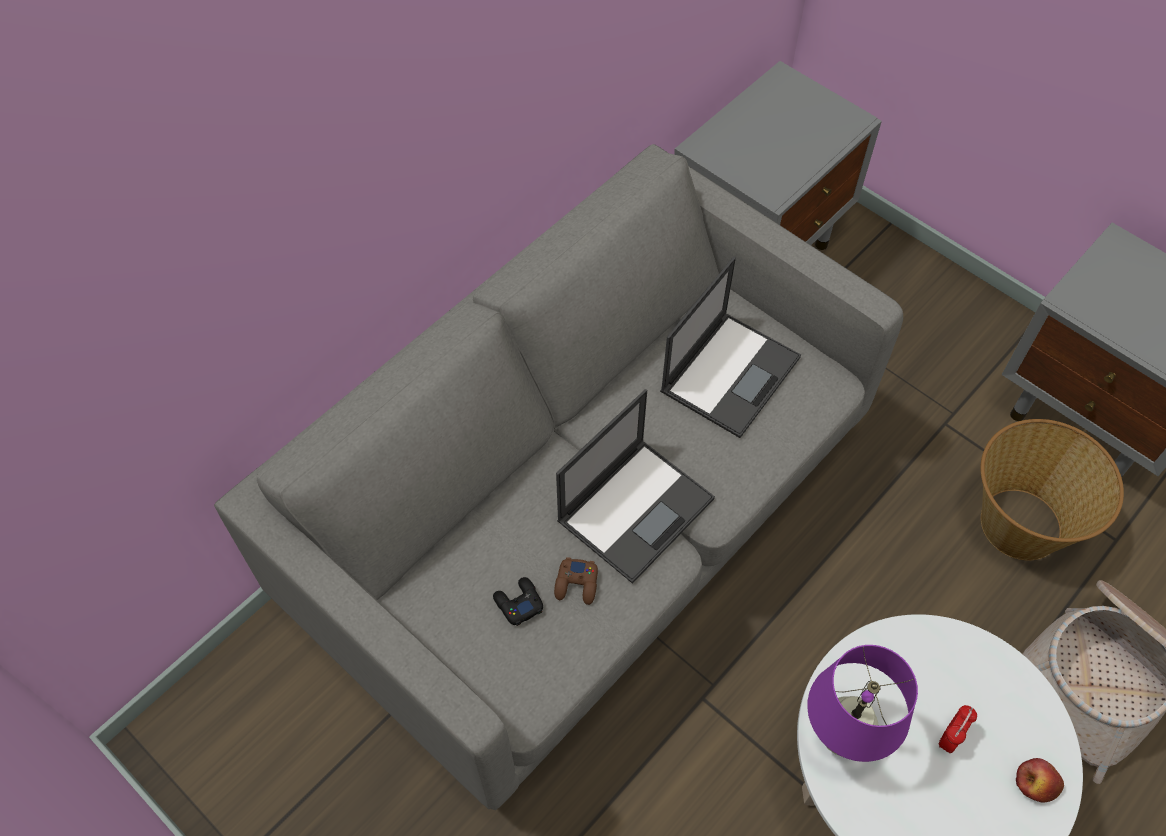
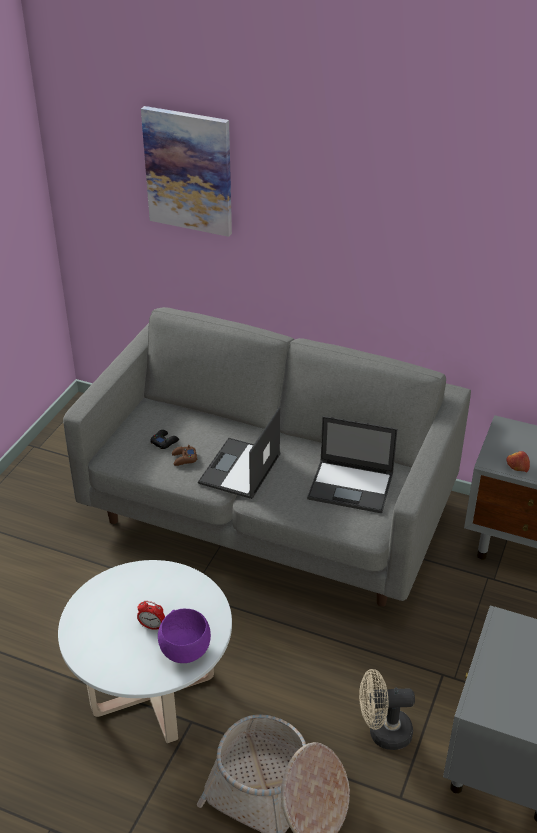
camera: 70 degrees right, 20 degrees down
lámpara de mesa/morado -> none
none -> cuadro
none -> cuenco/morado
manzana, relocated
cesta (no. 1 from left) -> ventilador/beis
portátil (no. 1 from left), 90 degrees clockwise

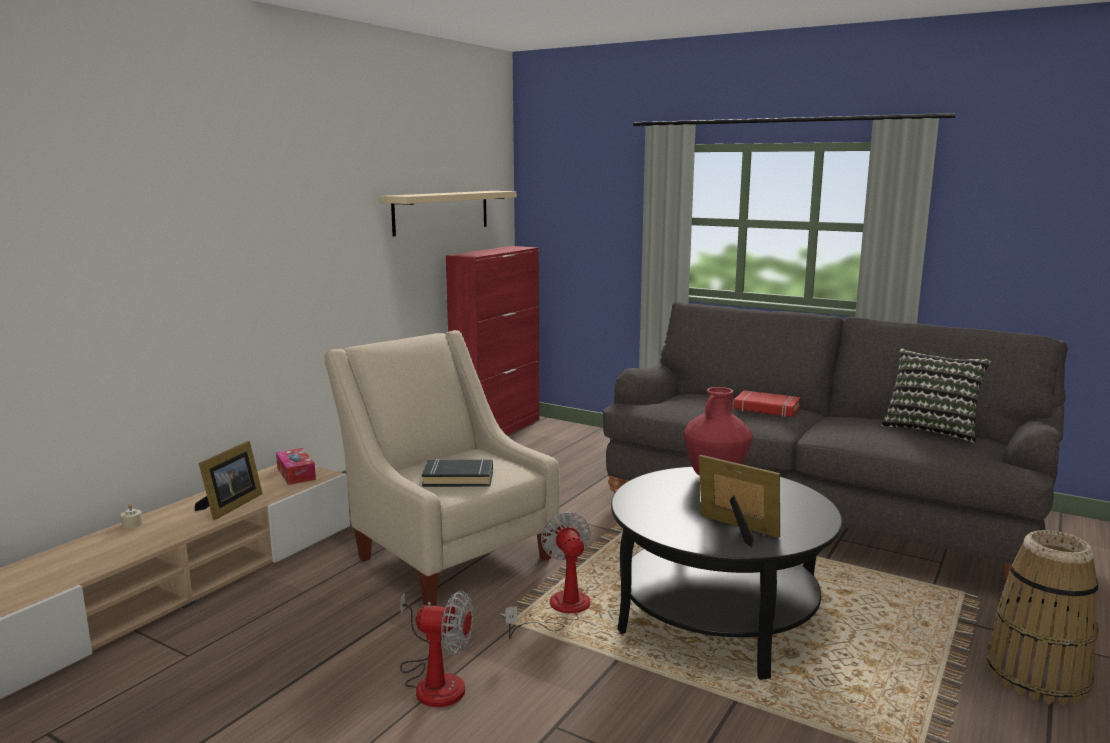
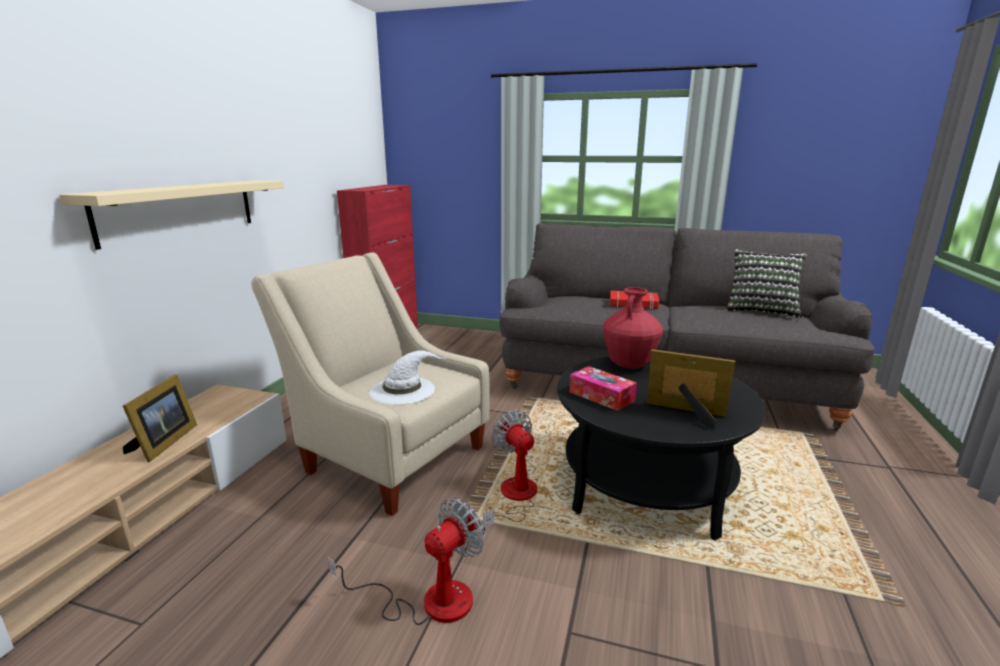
camera: 15 degrees left, 5 degrees up
vela/beis -> none
cesta -> none
caja de pañuelos, relocated
estante/beis, relocated
libro/negro -> sombrero/blanco
ventilador (no. 1 from left), 45 degrees counterclockwise

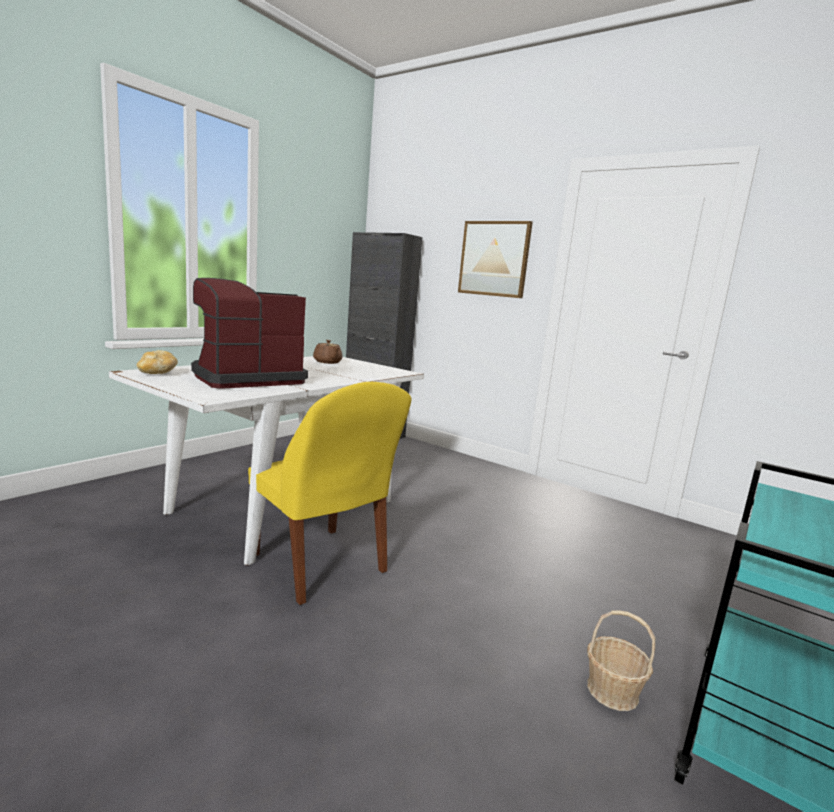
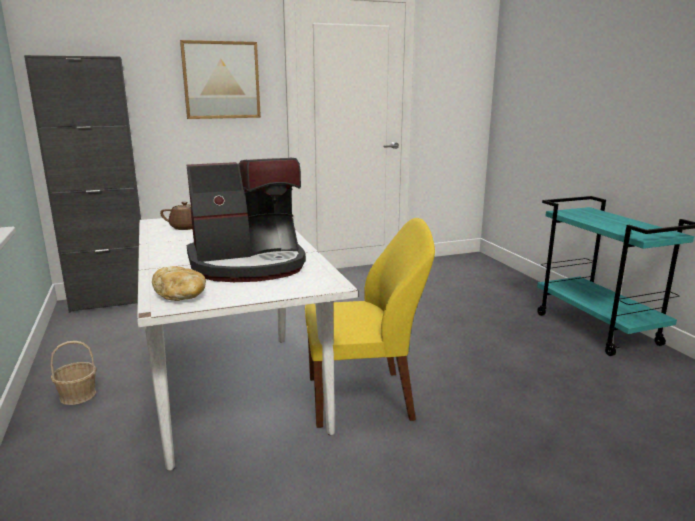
camera: 55 degrees left, 5 degrees up
cesta, relocated
cafetera, 105 degrees counterclockwise

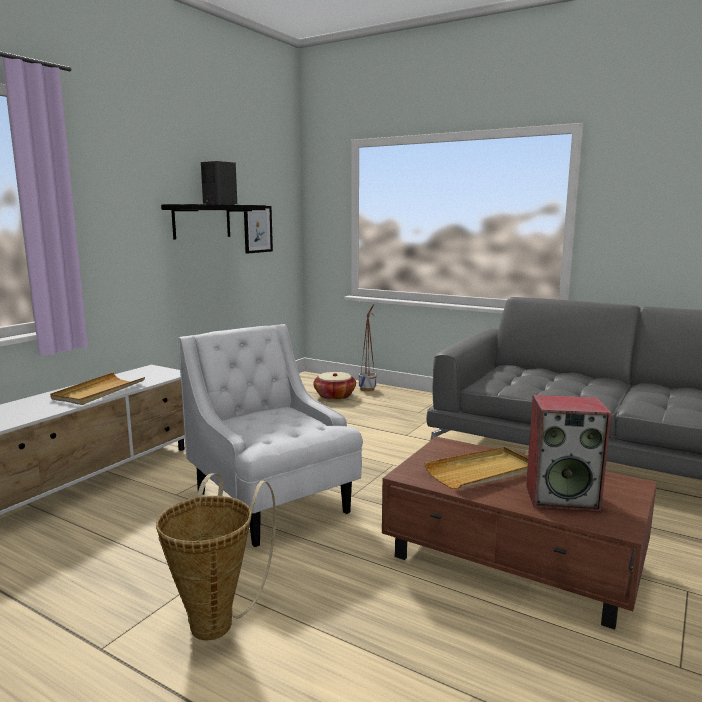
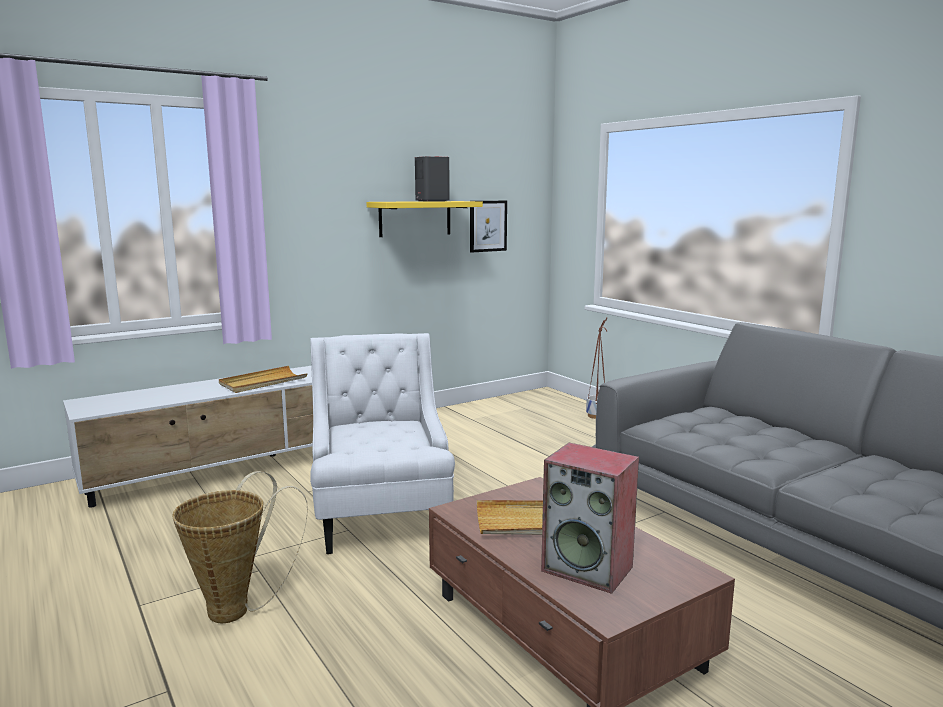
camera: 25 degrees right, 0 degrees up
cesta (no. 2 from left) -> none
estante/negro -> estante/amarillo

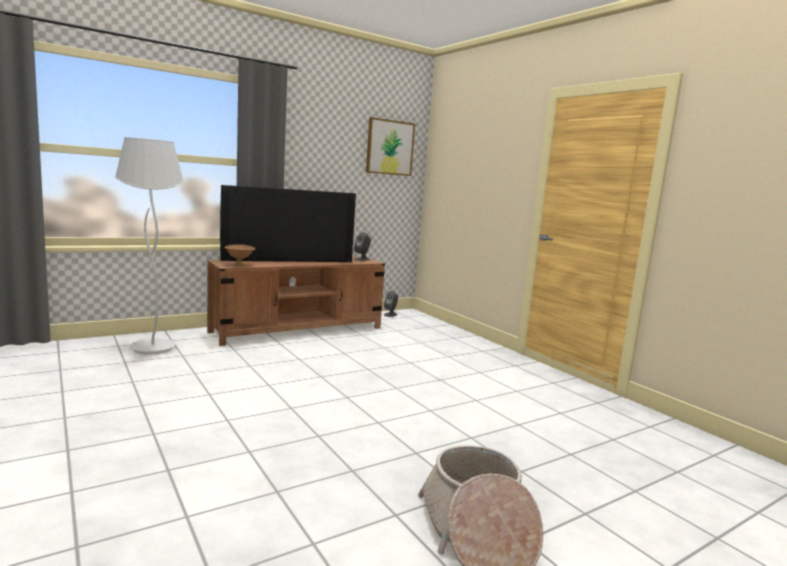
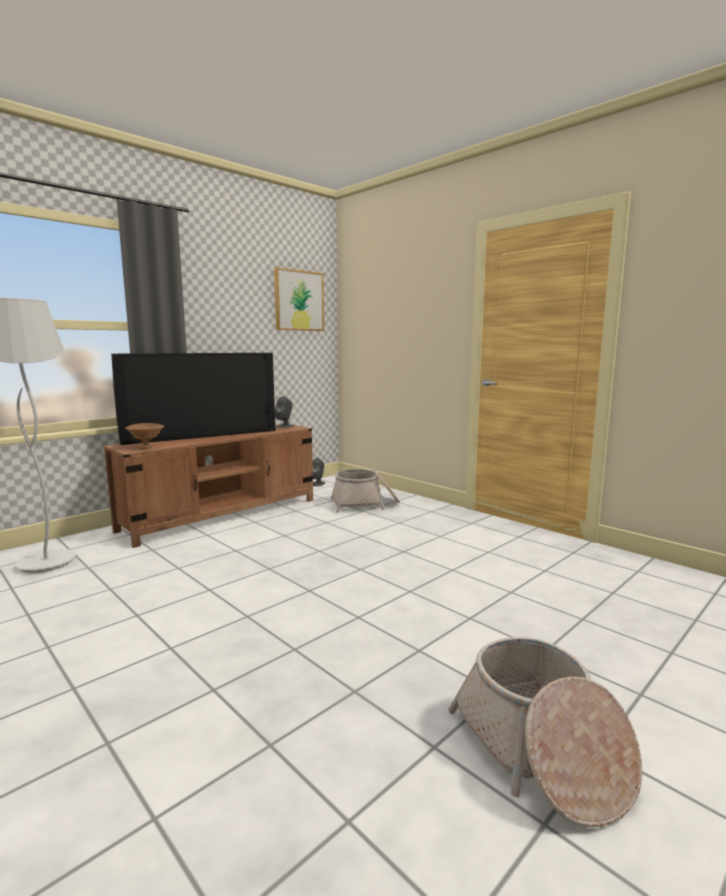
camera: 10 degrees left, 0 degrees up
none -> cesta (no. 1 from left)

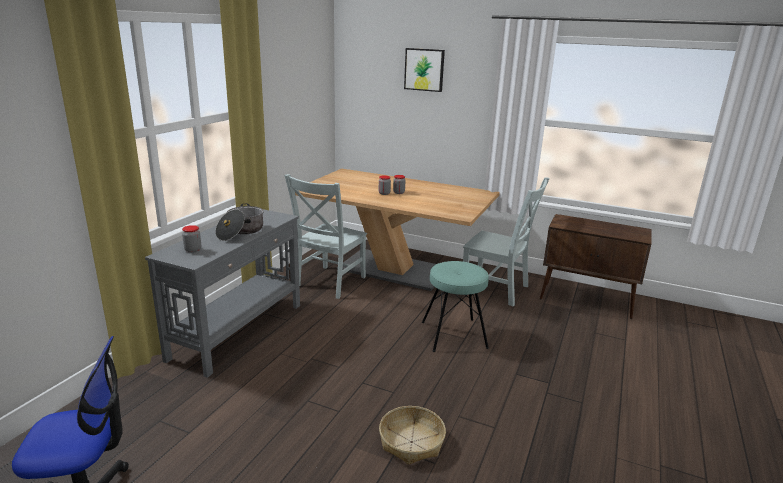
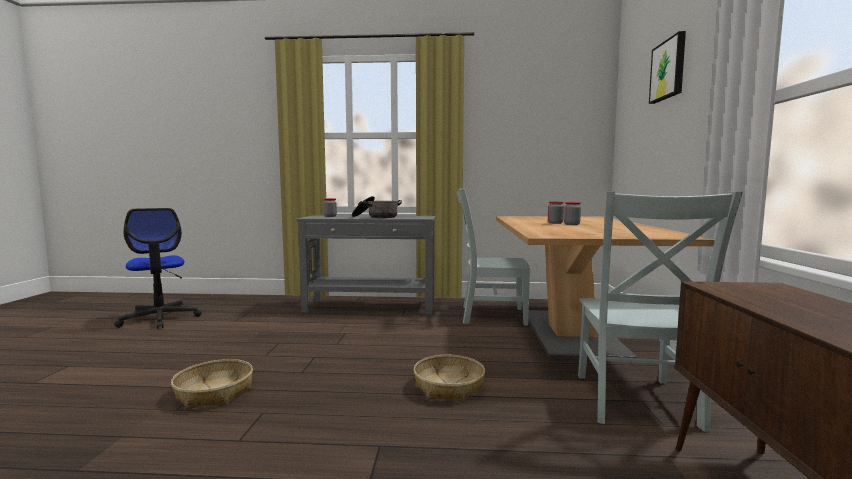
camera: 70 degrees right, 15 degrees down
taburete/turquesa -> cesta (no. 2 from left)

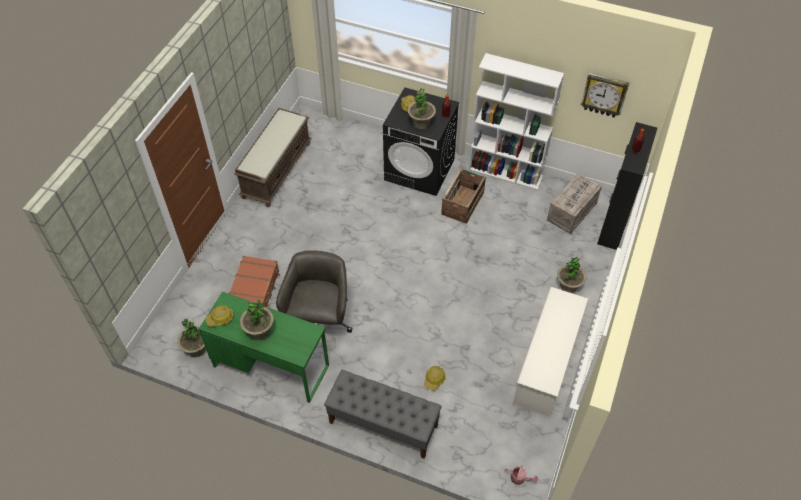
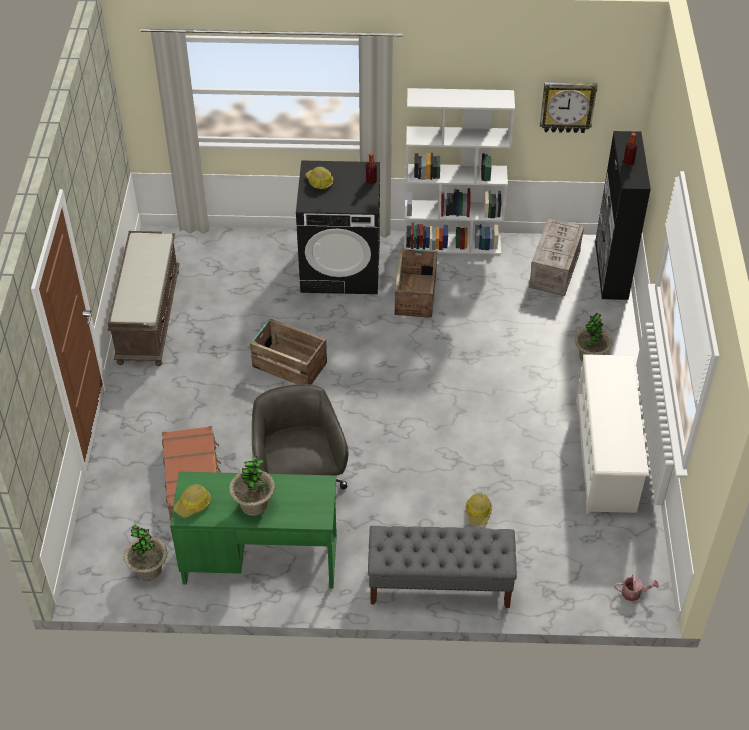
camera: 20 degrees left, 5 degrees down
planta en maceta (no. 3 from left) -> none
none -> caja de embalaje (no. 1 from left)

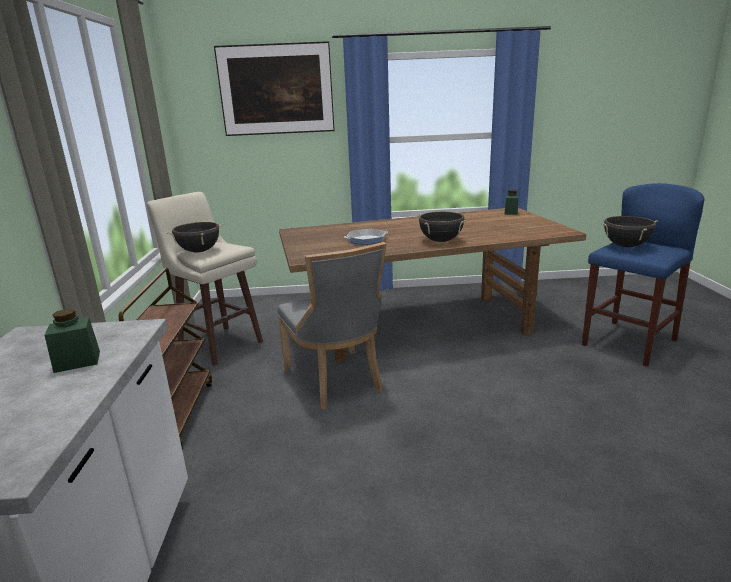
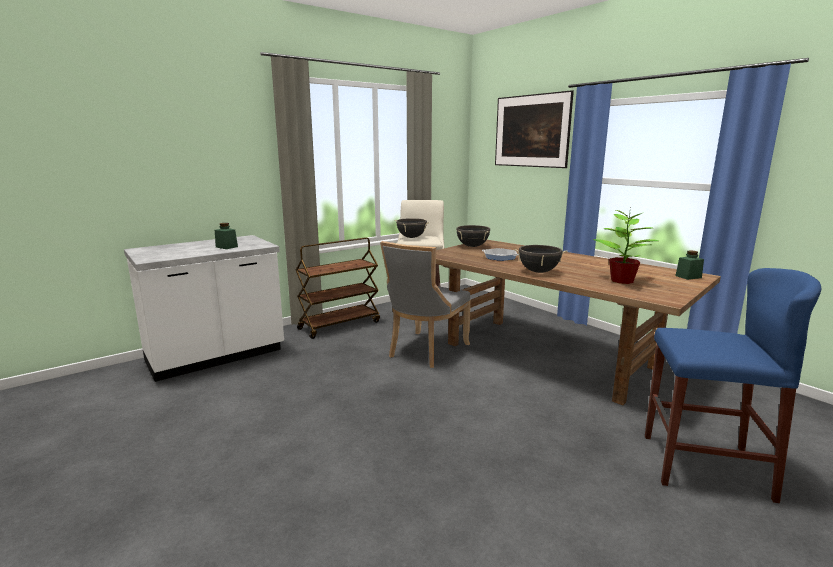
camera: 55 degrees right, 5 degrees down
none -> planta en maceta
olla/negro (no. 3 from left in the first image) -> olla/negro (no. 2 from left), relocated

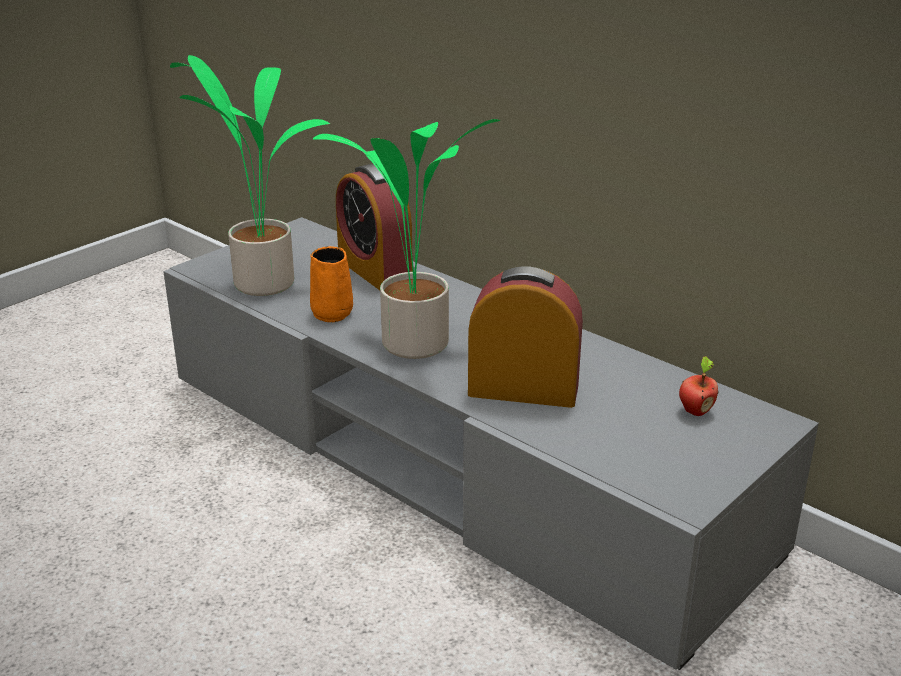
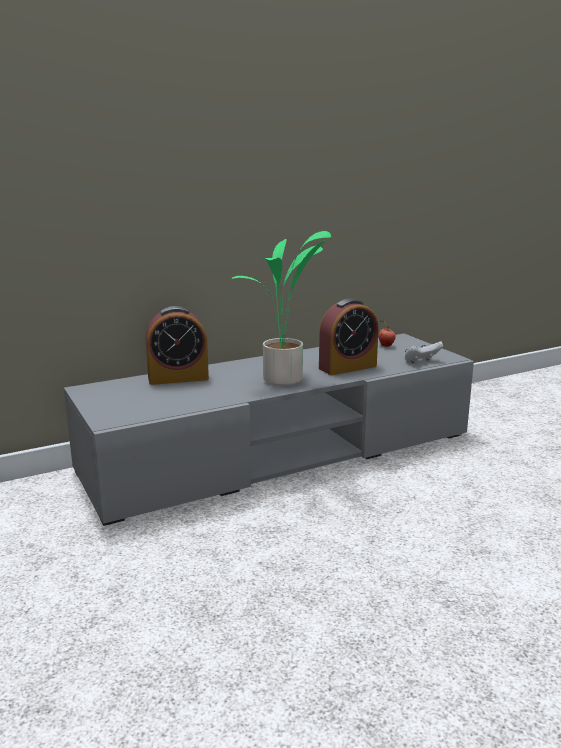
camera: 70 degrees left, 10 degrees down
planta en maceta (no. 1 from left) -> none
taza grande/naranja -> none
none -> mando de consola/blanco
despertador (no. 2 from left), 150 degrees counterclockwise

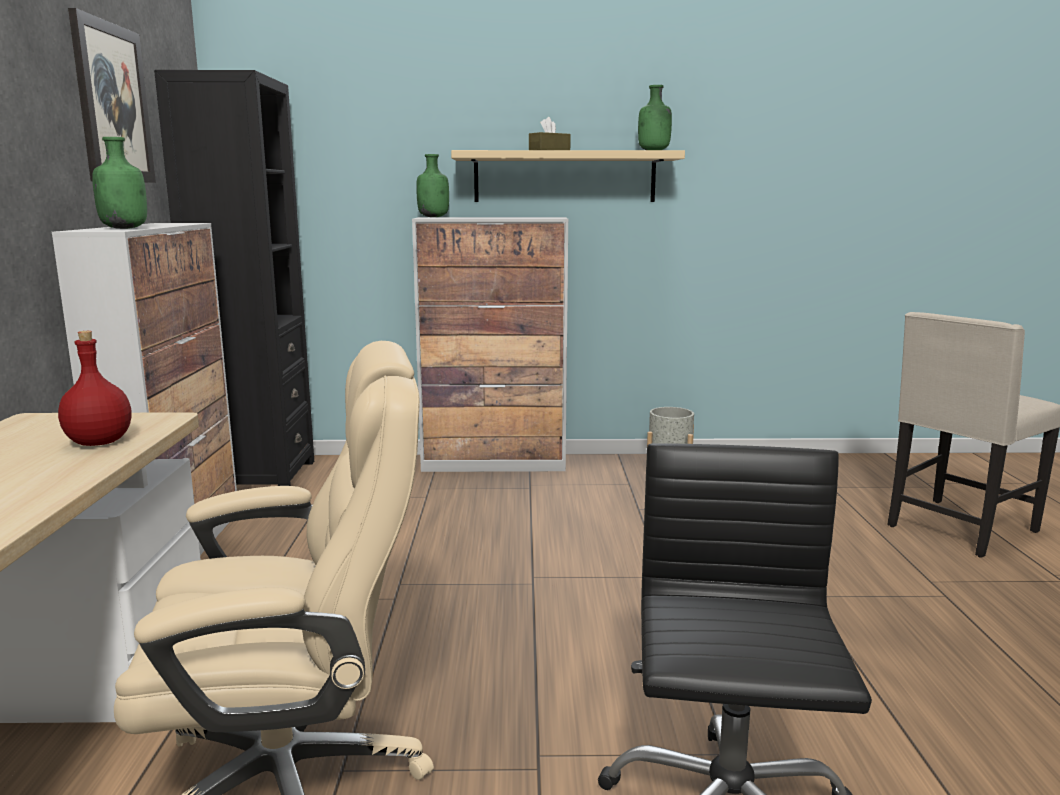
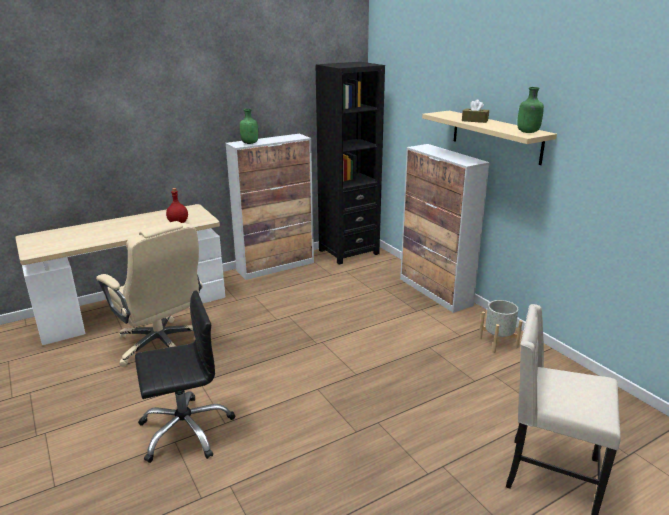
camera: 60 degrees right, 10 degrees up
cuadro -> none
botella/verde (no. 2 from left) -> none

